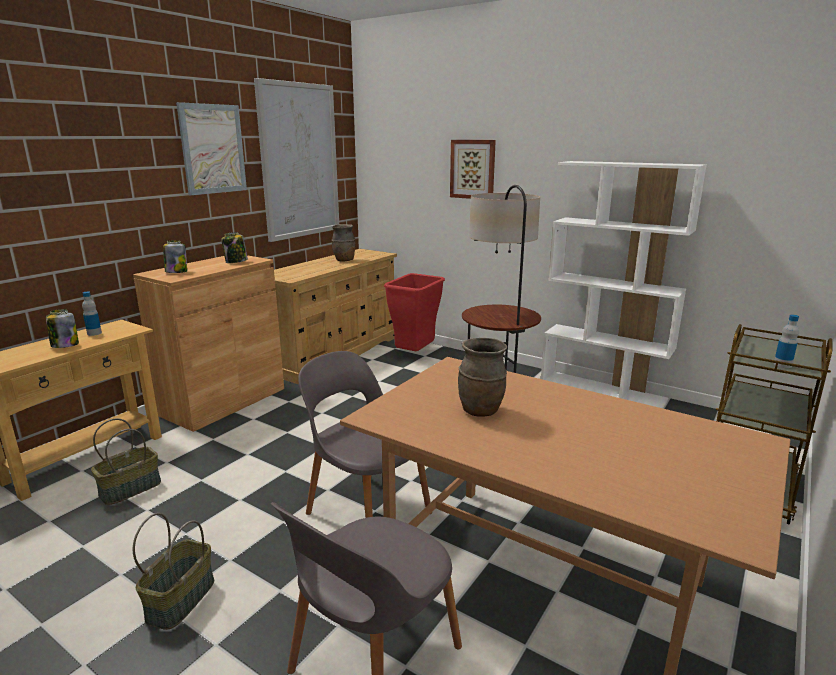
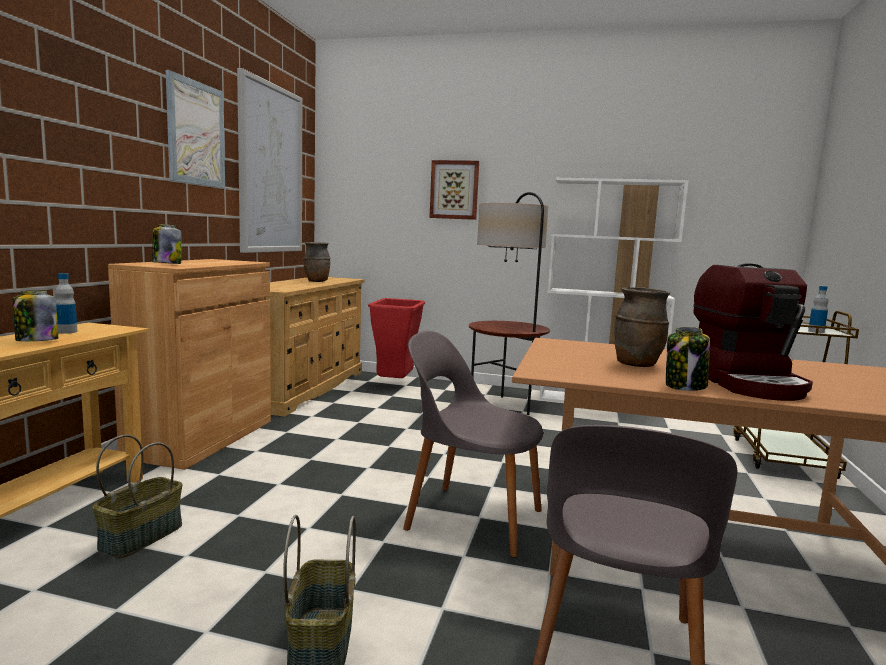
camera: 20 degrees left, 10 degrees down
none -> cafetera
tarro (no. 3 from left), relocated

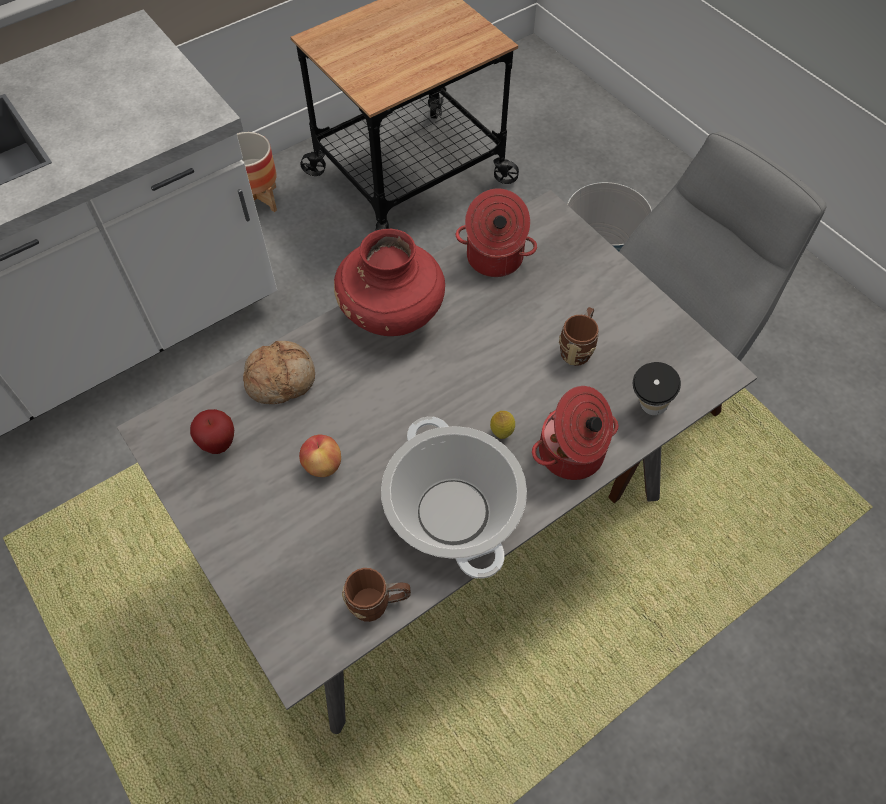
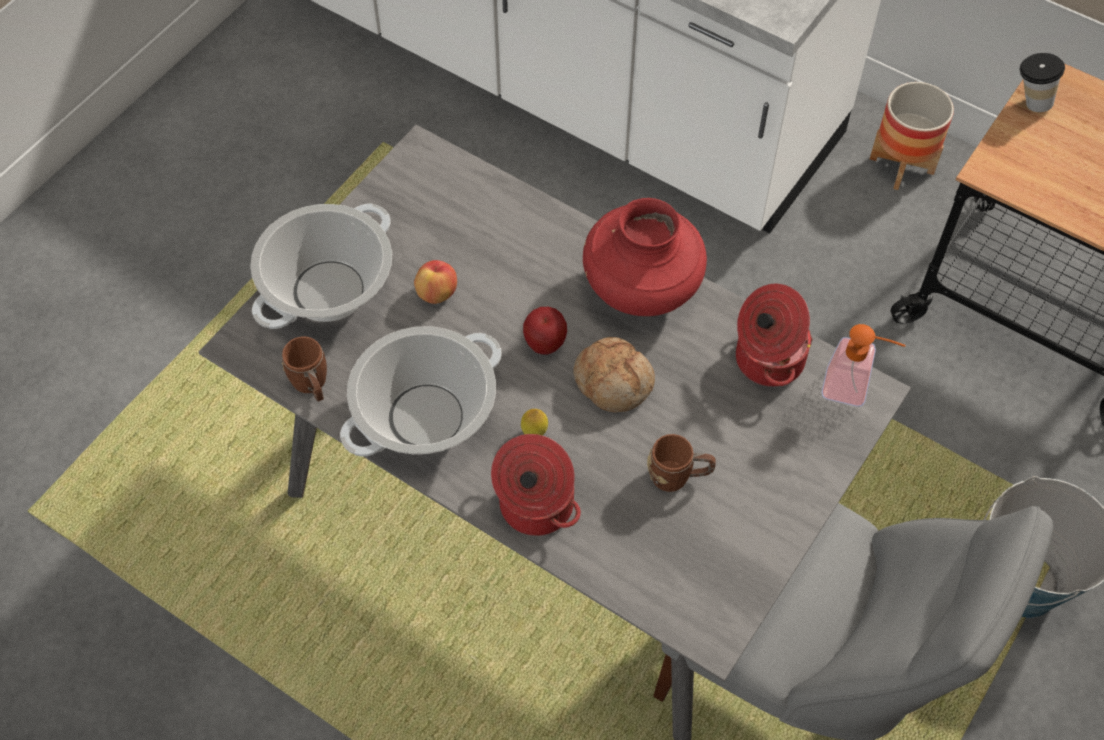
camera: 70 degrees right, 0 degrees up
none -> olla (no. 1 from left)
none -> dispensador de jabón
manzana (no. 1 from left in the first image) -> manzana (no. 2 from left), relocated
pan, relocated
taza, relocated

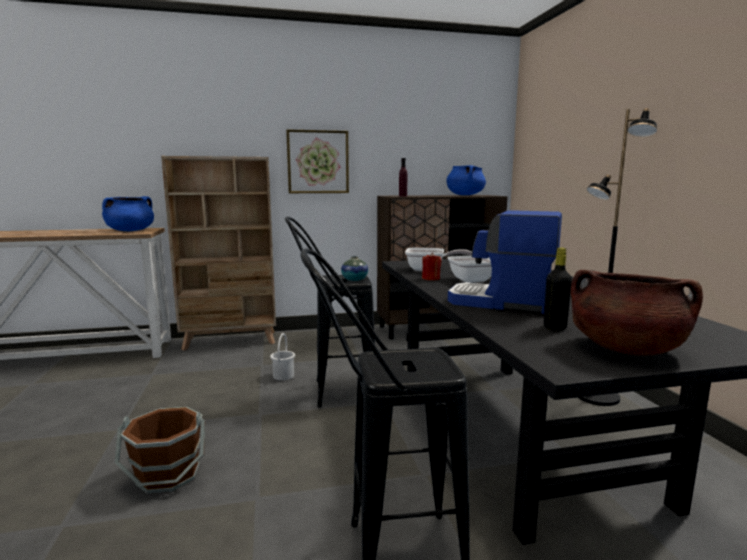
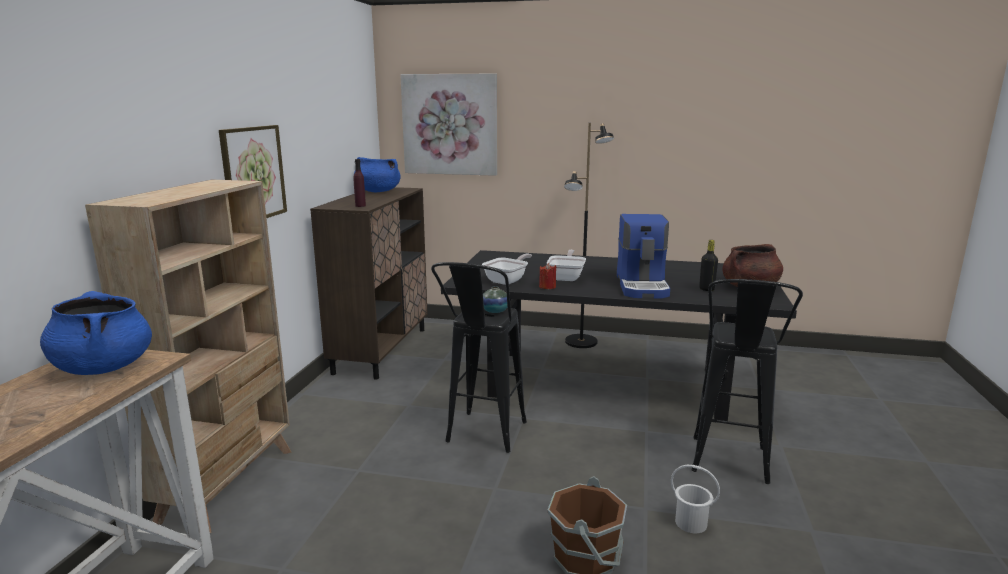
camera: 65 degrees left, 5 degrees up
none -> cuadro (no. 2 from left)
cubo/blanco, relocated
cafetera, 45 degrees counterclockwise

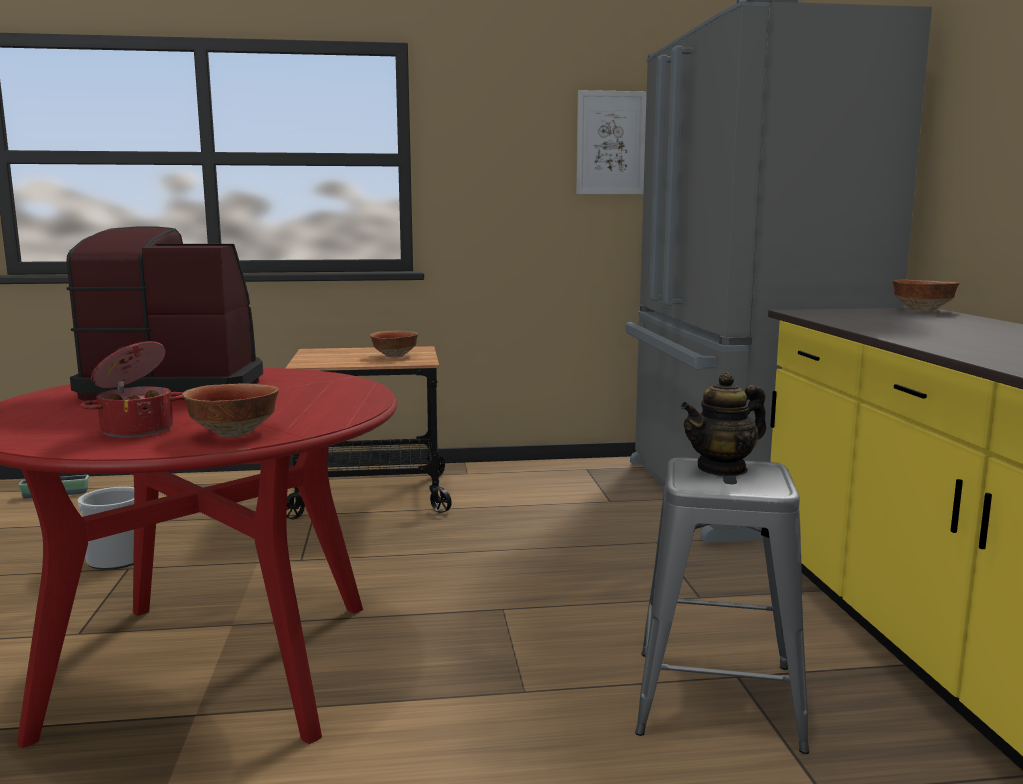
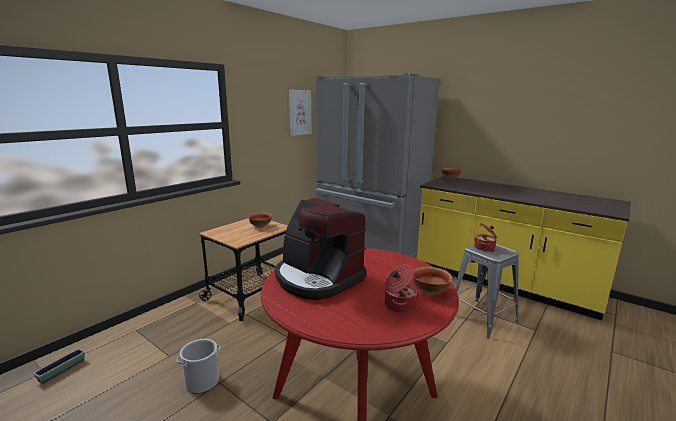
camera: 45 degrees left, 5 degrees up
tetera -> olla (no. 2 from left)
cafetera, 90 degrees counterclockwise

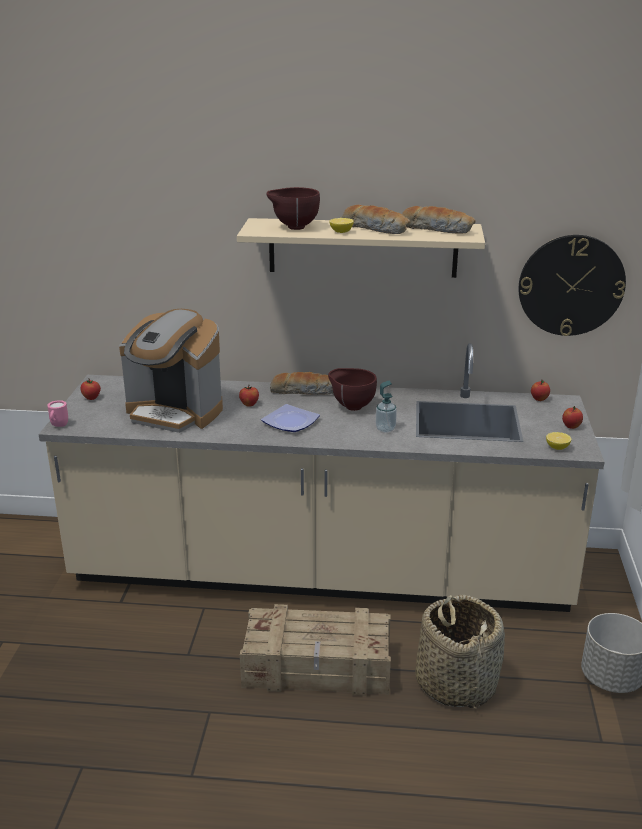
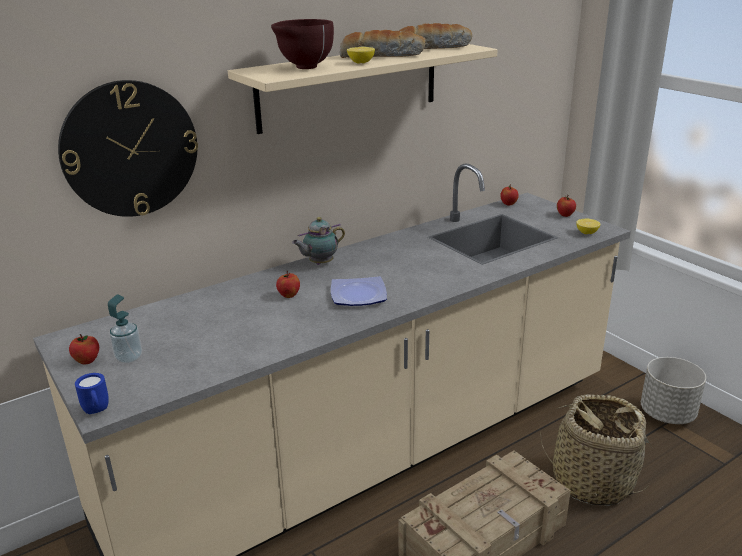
camera: 40 degrees left, 0 degrees up
cafetera -> none
cuenco/marrón (no. 2 from left) -> none
dispensador de jabón, relocated
reloj de pared, relocated
pan (no. 1 from left) -> tetera
taza grande/rosa -> taza grande/azul

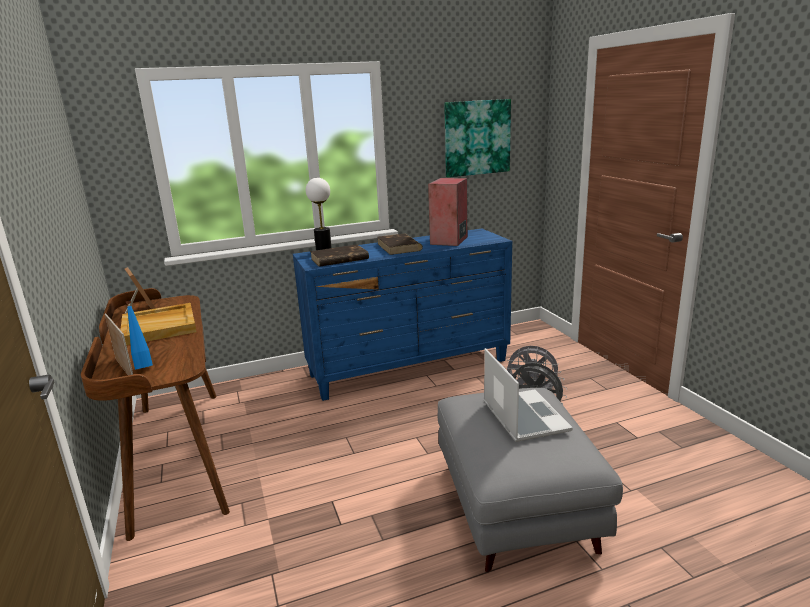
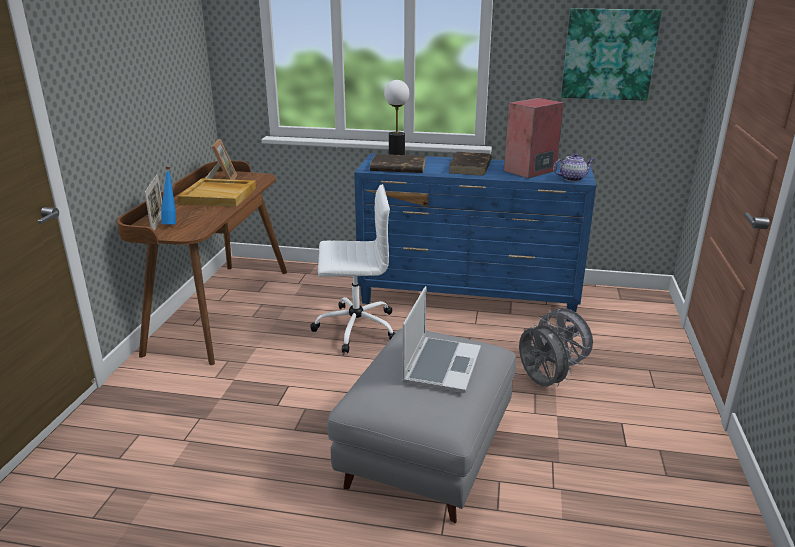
camera: 30 degrees right, 5 degrees up
none -> silla de oficina/blanco
none -> tetera

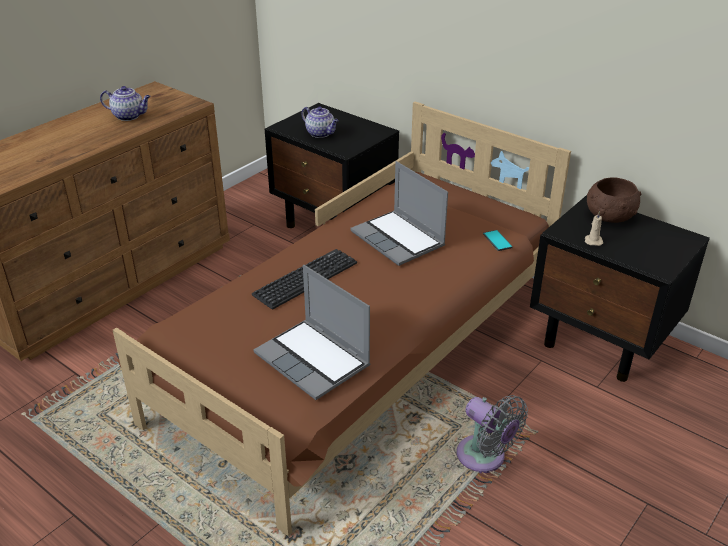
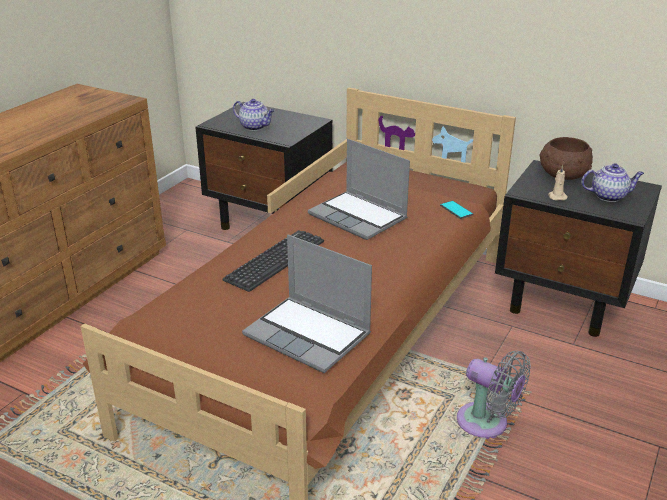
camera: 10 degrees left, 5 degrees down
tetera (no. 1 from left in the first image) -> tetera (no. 2 from left), relocated

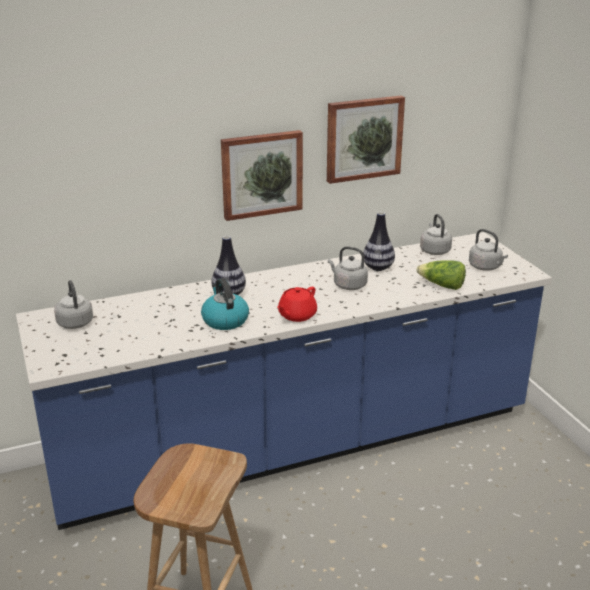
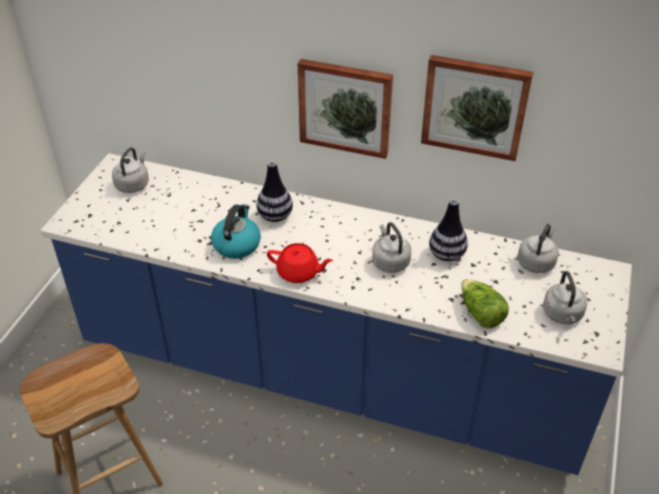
camera: 40 degrees right, 15 degrees up
tetera/rojo, 150 degrees counterclockwise

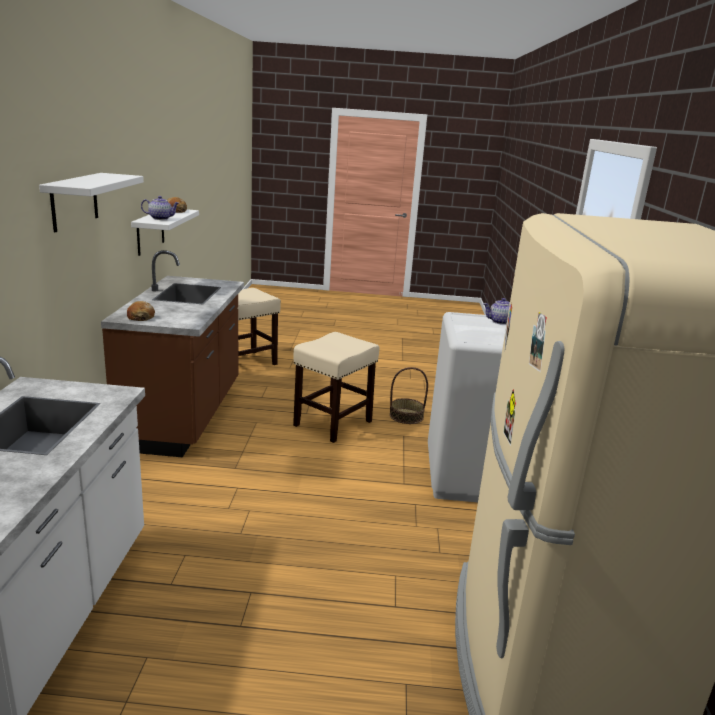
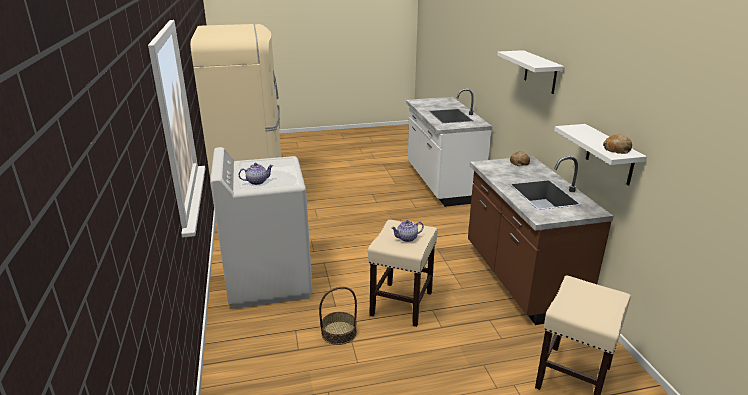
camera: 165 degrees right, 5 degrees up
tetera (no. 1 from left in the first image) -> tetera (no. 2 from left), relocated

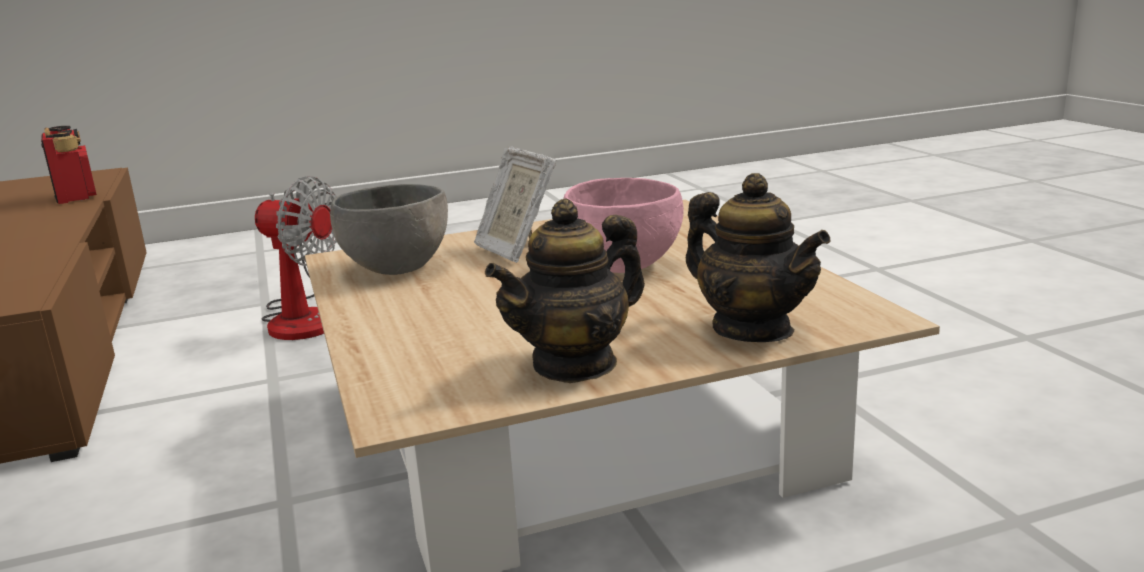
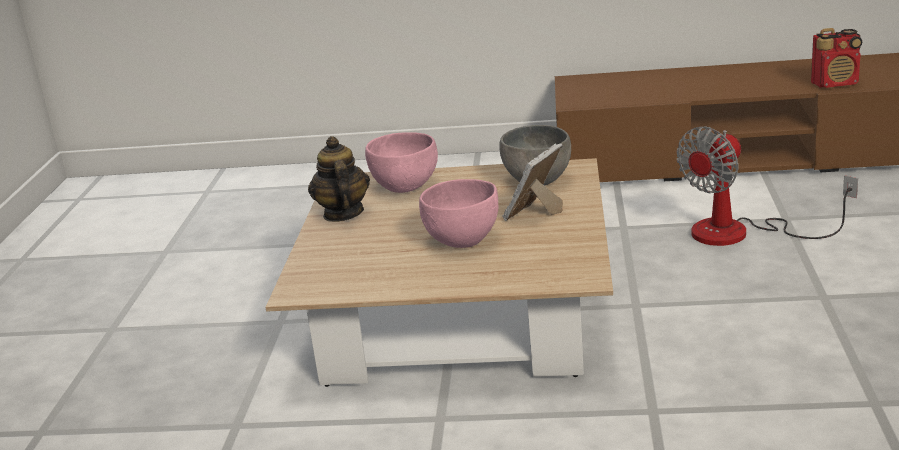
camera: 115 degrees right, 5 degrees up
tetera (no. 2 from left) -> none
none -> cuenco/rosa (no. 1 from left)
portarretratos, 45 degrees counterclockwise

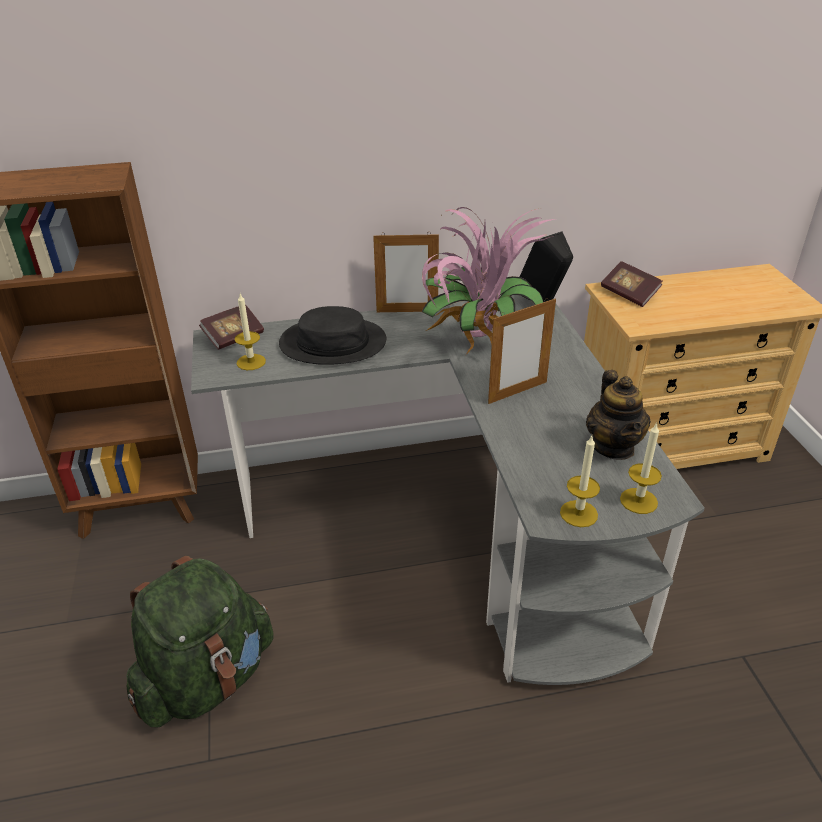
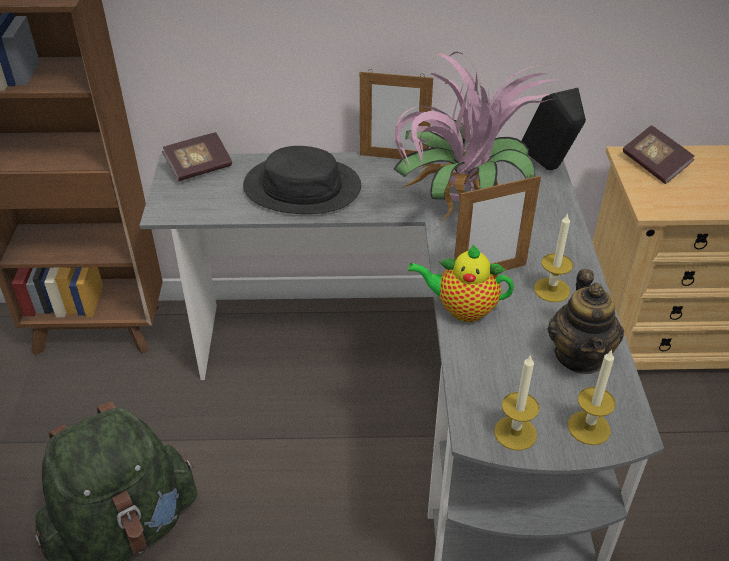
camera: 10 degrees right, 5 degrees up
none -> tetera (no. 1 from left)
vela (no. 1 from left in the first image) -> vela (no. 2 from left), relocated

